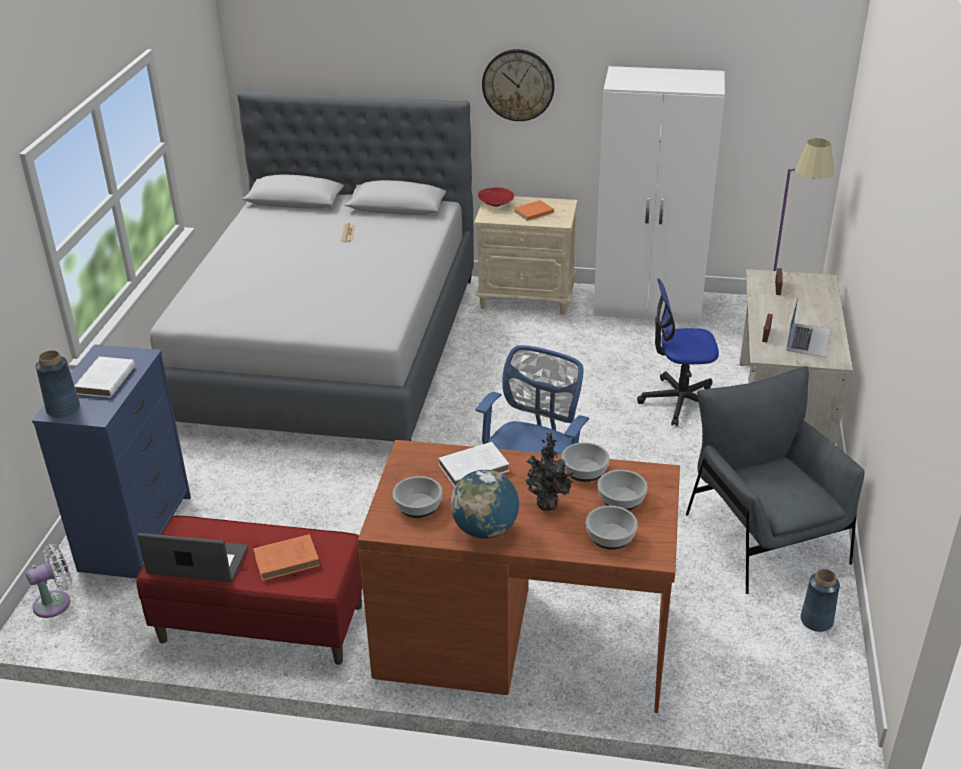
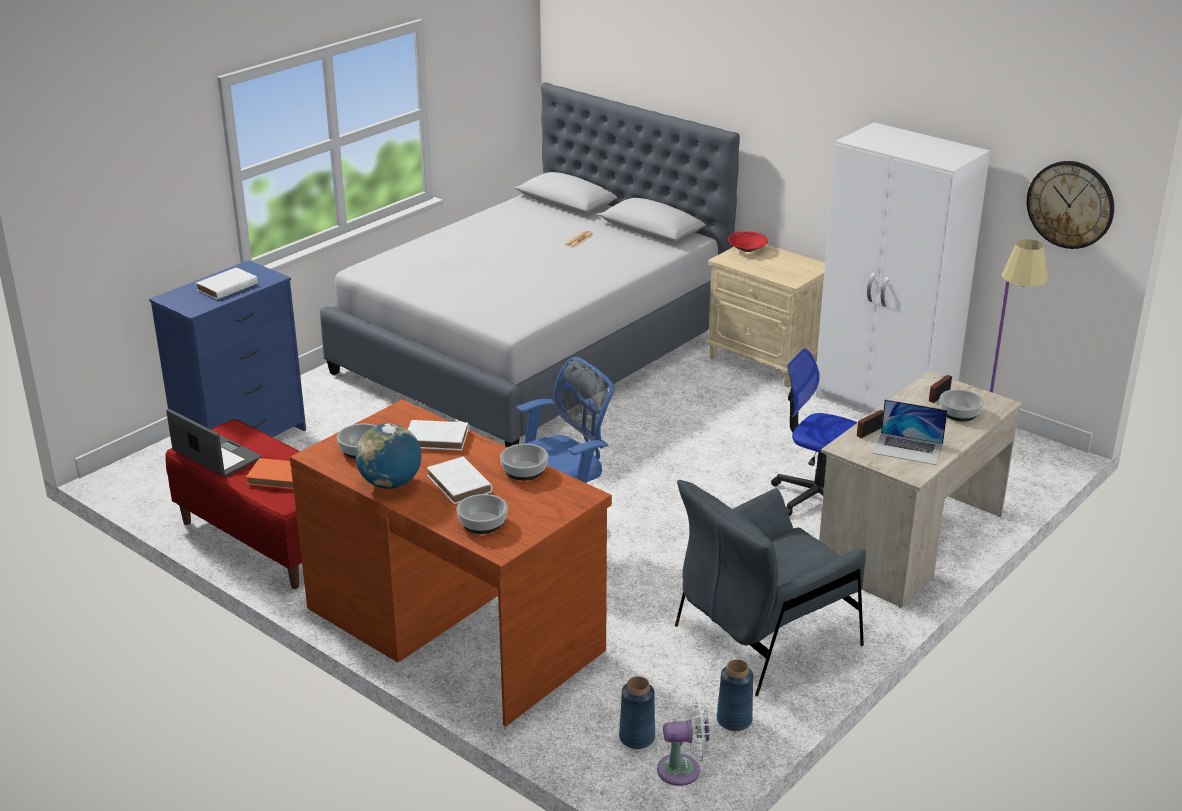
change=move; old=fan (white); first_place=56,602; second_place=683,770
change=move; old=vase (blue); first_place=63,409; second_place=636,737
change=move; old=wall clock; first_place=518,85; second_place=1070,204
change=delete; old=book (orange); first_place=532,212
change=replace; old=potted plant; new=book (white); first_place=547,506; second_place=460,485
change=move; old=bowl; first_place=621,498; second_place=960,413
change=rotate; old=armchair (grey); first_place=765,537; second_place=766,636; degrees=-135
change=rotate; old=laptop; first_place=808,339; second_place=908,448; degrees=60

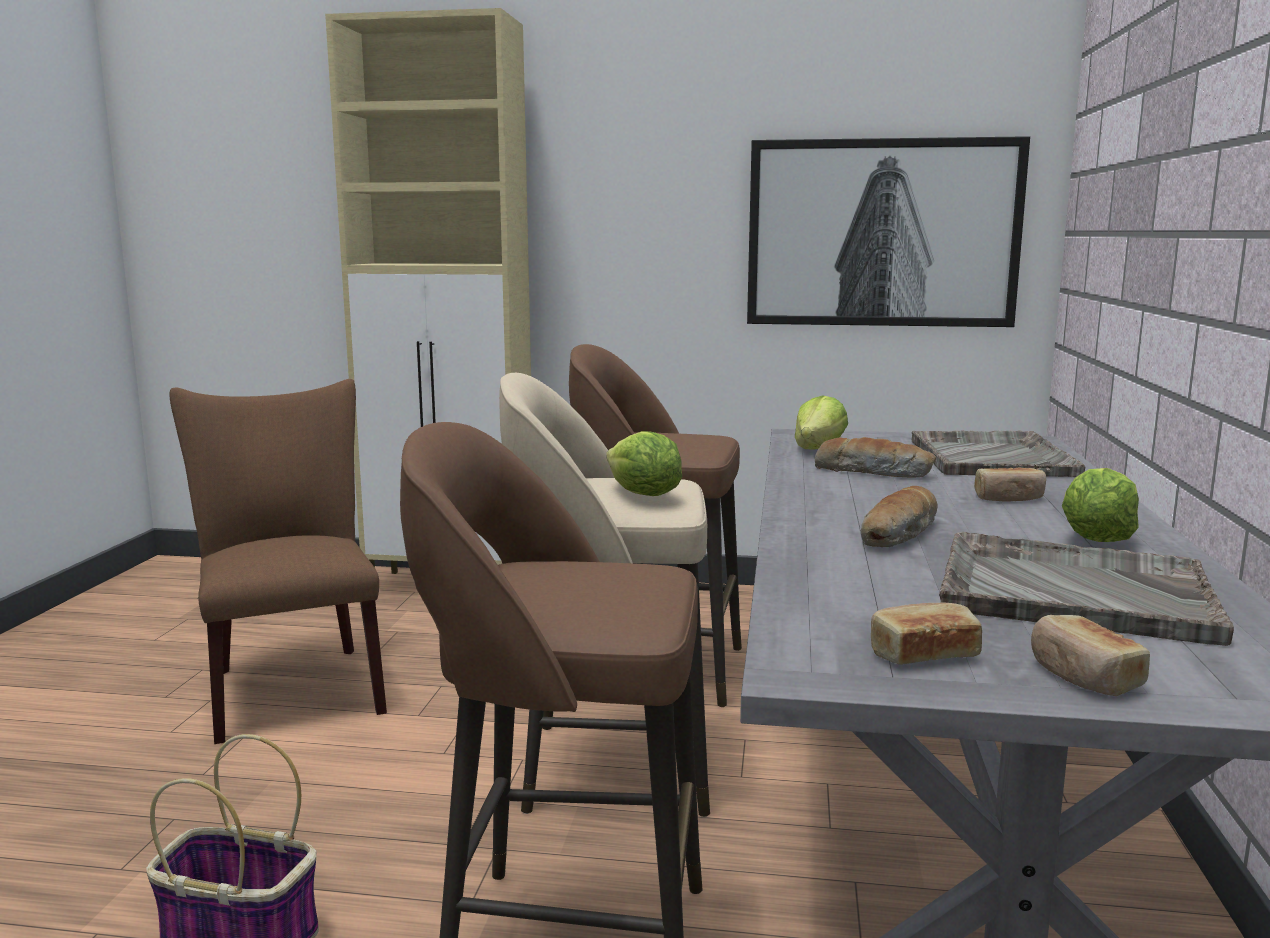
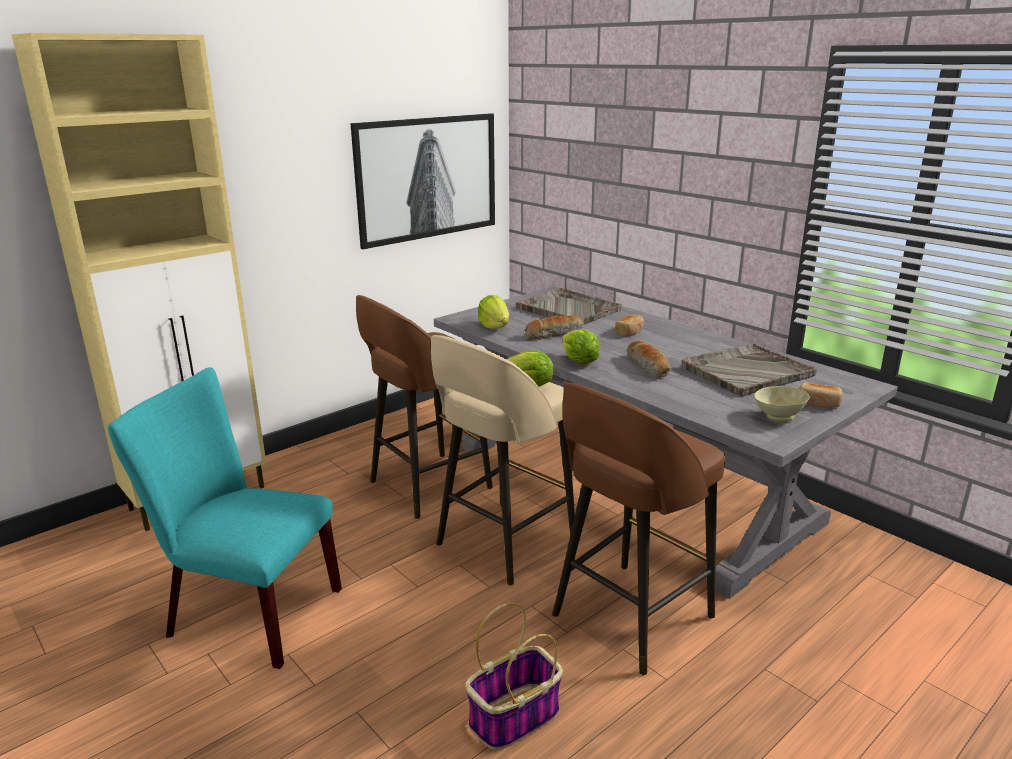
change=recolor; old=chair (brown); new=chair (turquoise); first_place=292,686; second_place=245,611
change=replace; old=bread; new=bowl (beige); first_place=922,655; second_place=778,416
change=move; old=lettuce; first_place=1096,539; second_place=579,362

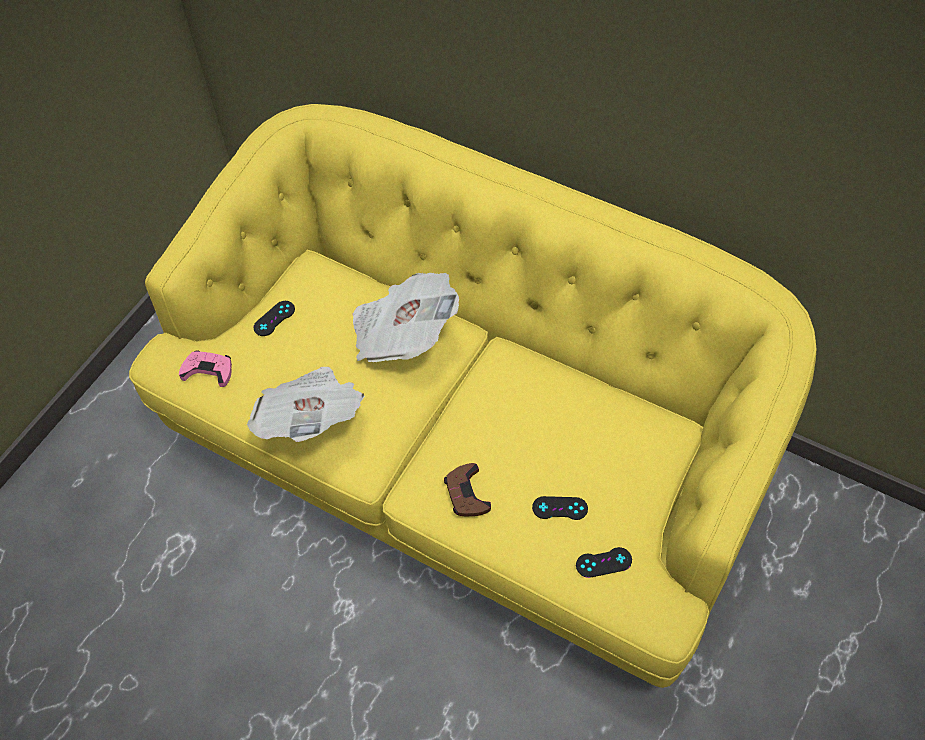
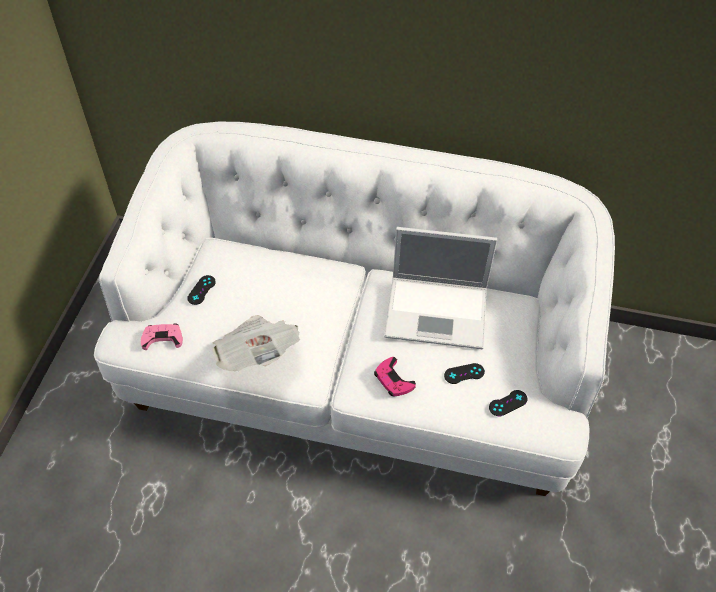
change=recolor; old=sofa (yellow); new=sofa (white); first_place=467,457; second_place=357,372
change=delete; old=newspaper; first_place=403,334
change=recolor; old=game controller (brown); new=game controller (pink); first_place=466,493; second_place=393,380
change=insert; new=laptop; second_place=438,312

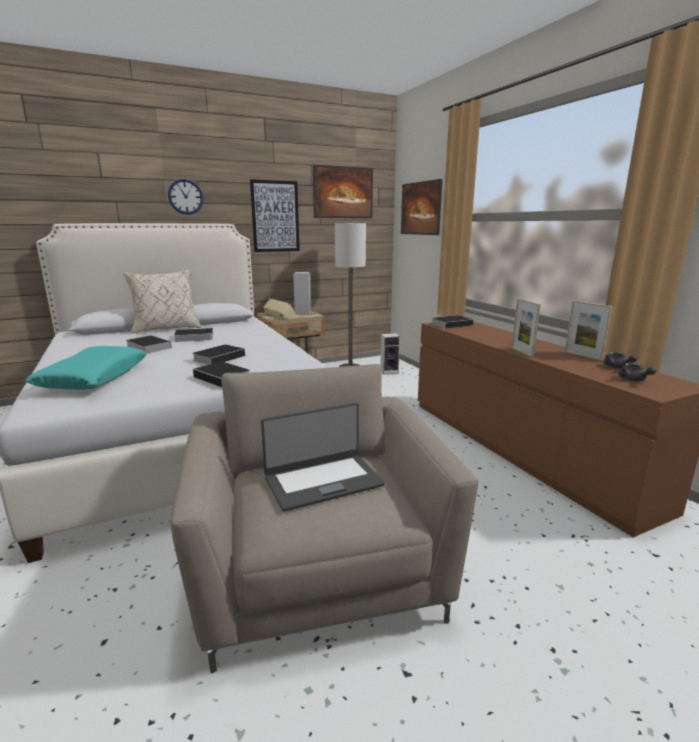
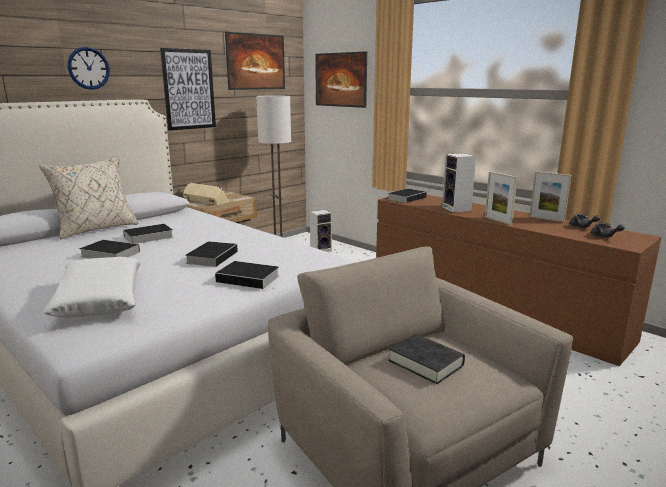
change=recolor; old=pillow (turquoise); new=pillow (white); first_place=94,378; second_place=99,298
change=replace; old=laptop; new=book (black); first_place=323,481; second_place=425,363
change=move; old=speaker; first_place=303,312; second_place=457,209

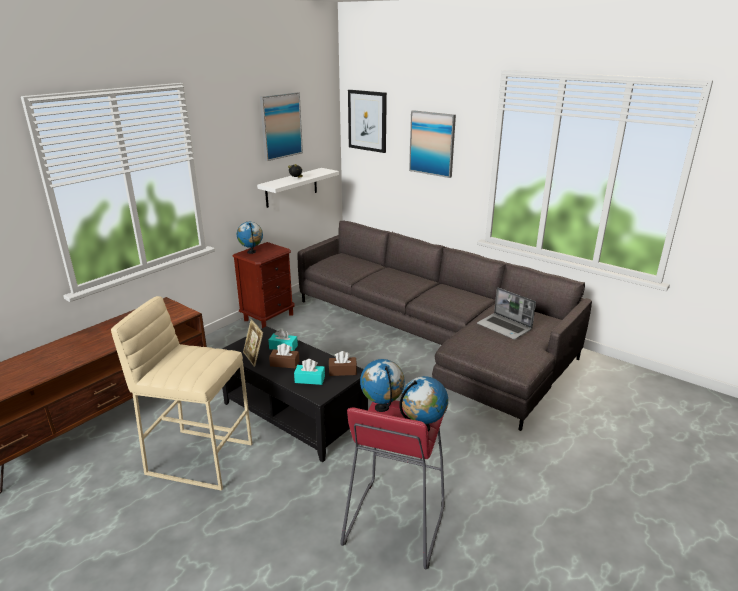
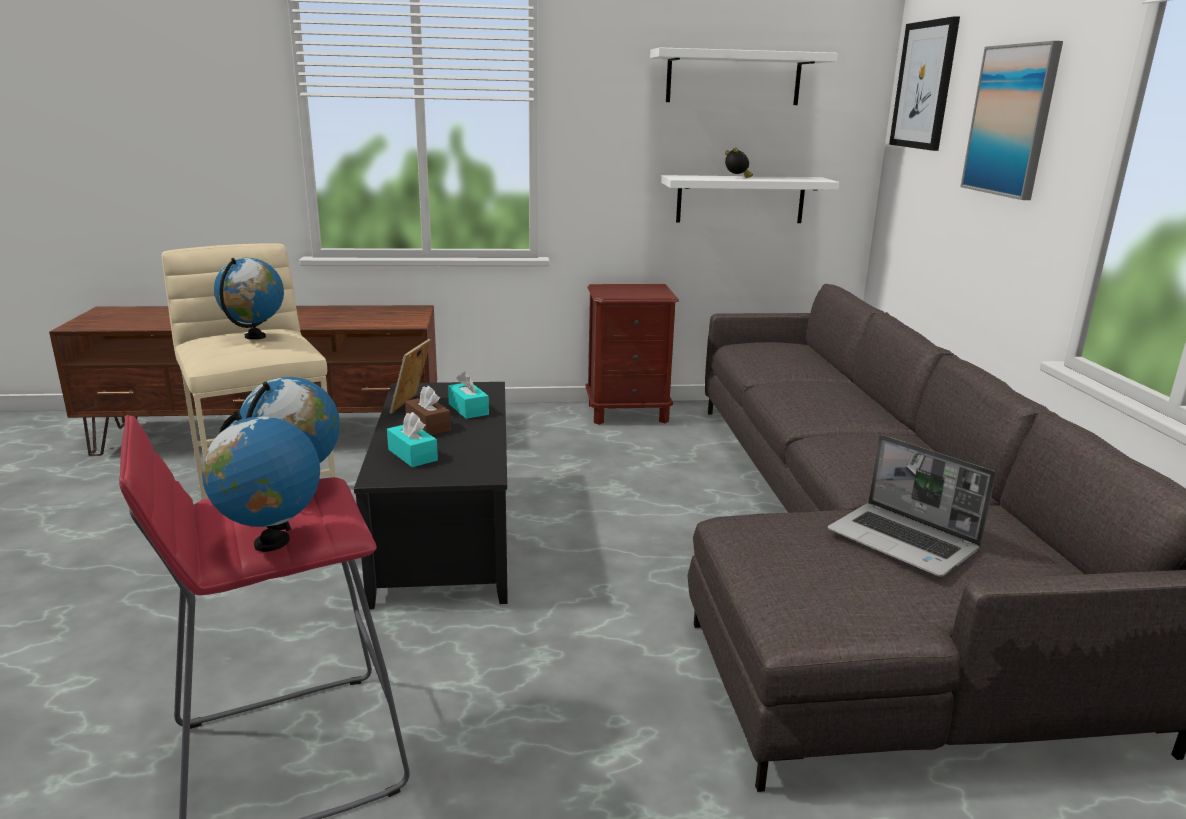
change=move; old=globe; first_place=251,252; second_place=255,337
change=replace; old=picture; new=shelf (white); first_place=281,126; second_place=733,78
change=delete; old=tissue box (brown); first_place=342,371
change=rotate; old=laptop; first_place=505,327; second_place=904,541; degrees=-45

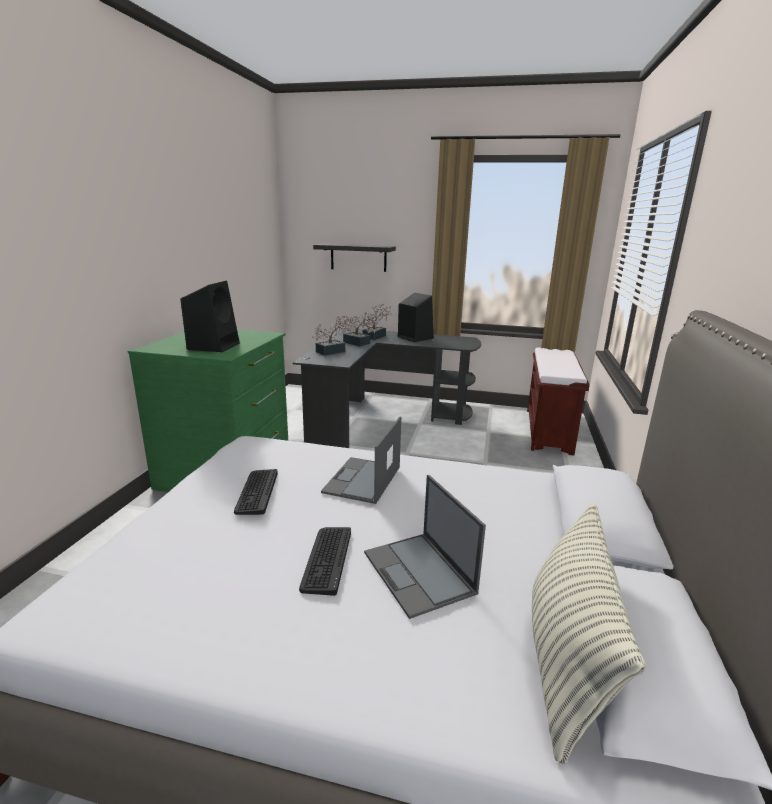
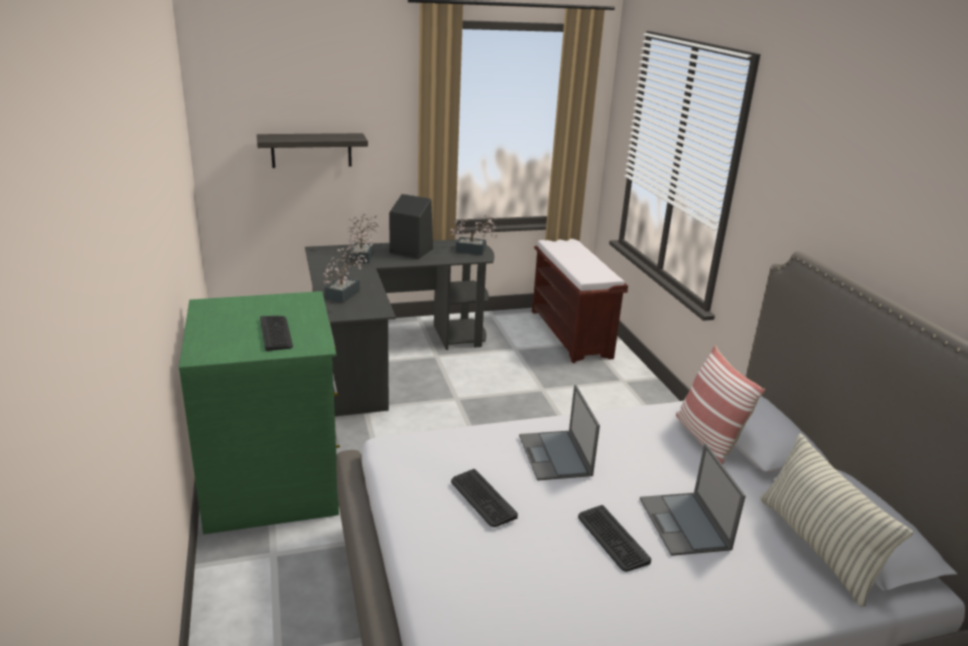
change=replace; old=speaker (black); new=keyboard; first_place=214,346; second_place=276,333
change=move; old=potted plant; first_place=358,343; second_place=474,251
change=rotate; old=laptop; first_place=419,573; second_place=685,524; degrees=45
change=insert; new=pillow; second_place=707,438

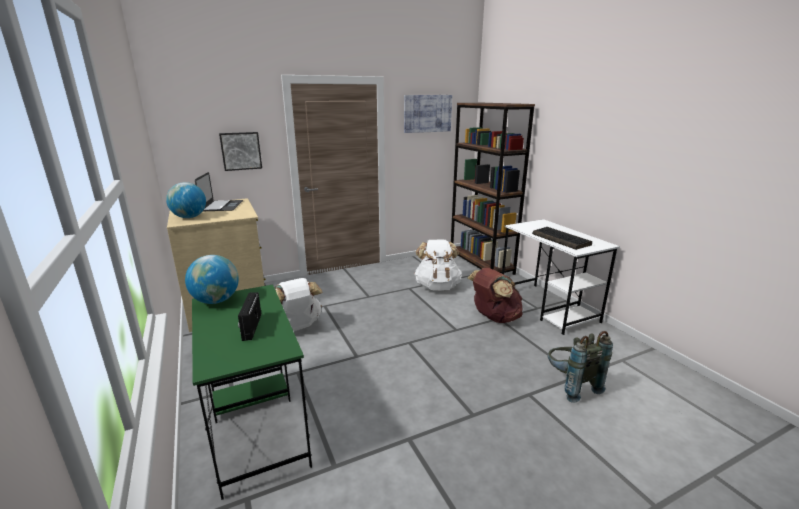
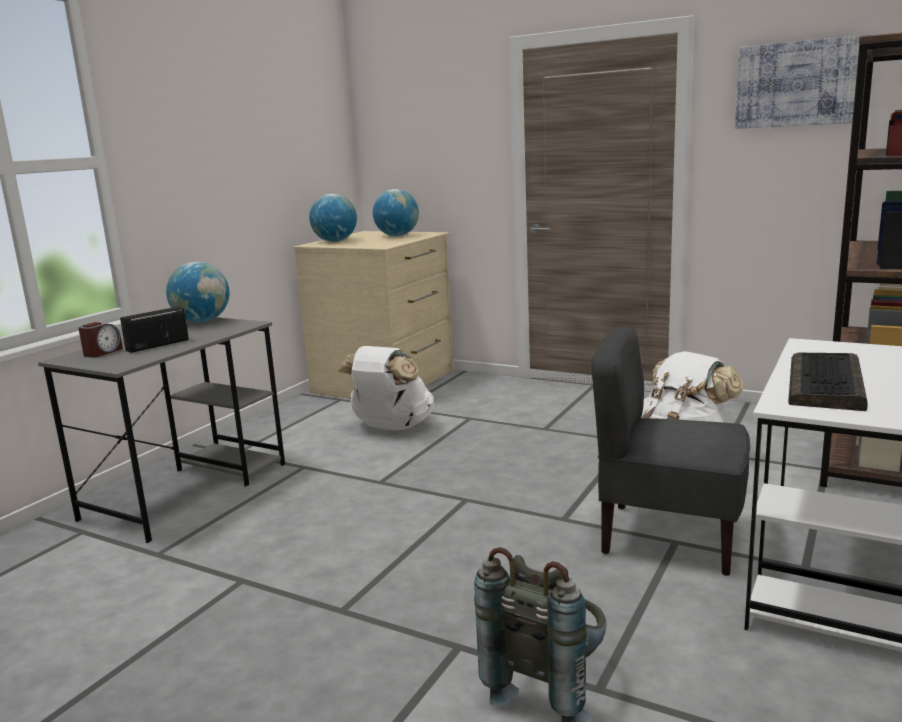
change=recolor; old=desk (green); new=desk (grey); first_place=257,426; second_place=188,490
change=replace; old=laptop; new=globe; first_place=222,206; second_place=397,236
change=delete; old=picture; first_place=241,151
change=replace; old=backpack (brown); new=chair (grey); first_place=494,318; second_place=668,537
change=insert; new=alarm clock; second_place=102,352

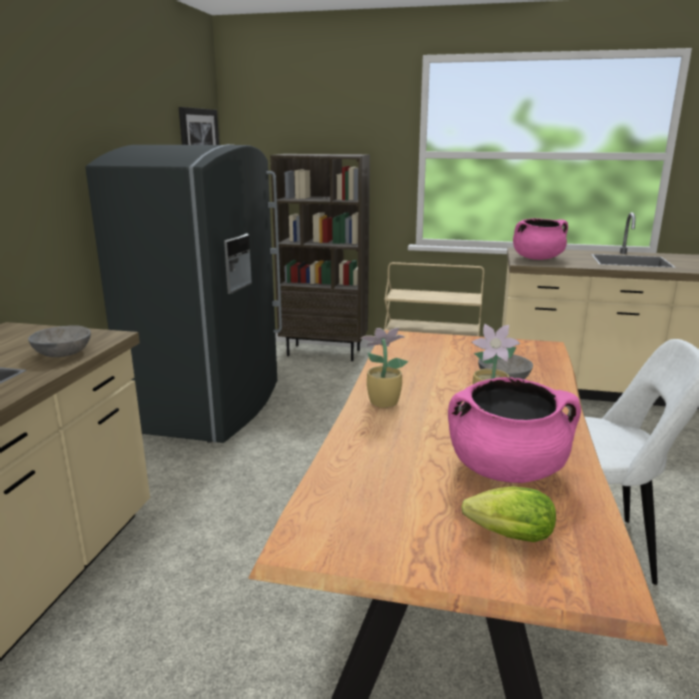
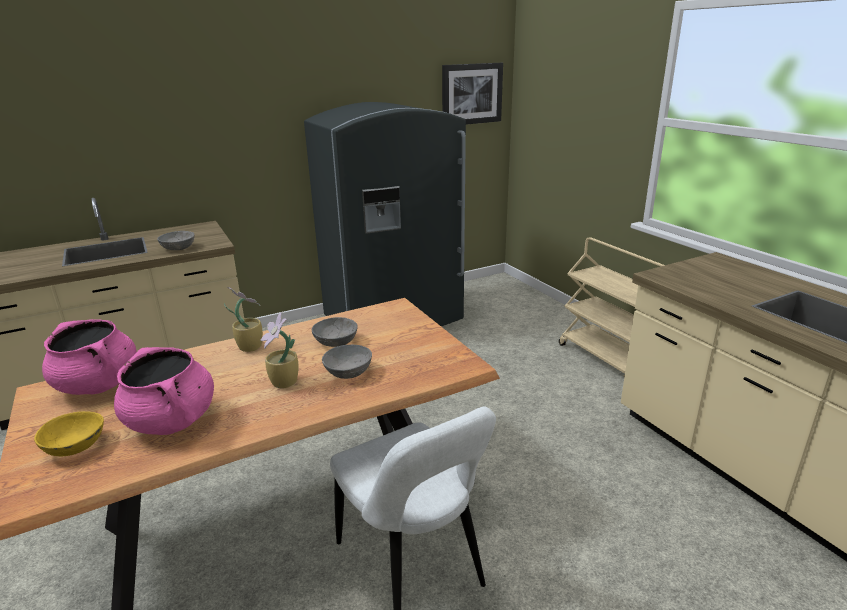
change=delete; old=bookcase (brown); first_place=324,352
change=replace; old=lettuce; new=bowl (yellow); first_place=505,536; second_place=74,446
change=move; old=cooking pot (pink); first_place=537,258; second_place=99,385
change=insert; new=bowl (grey); second_place=335,341

